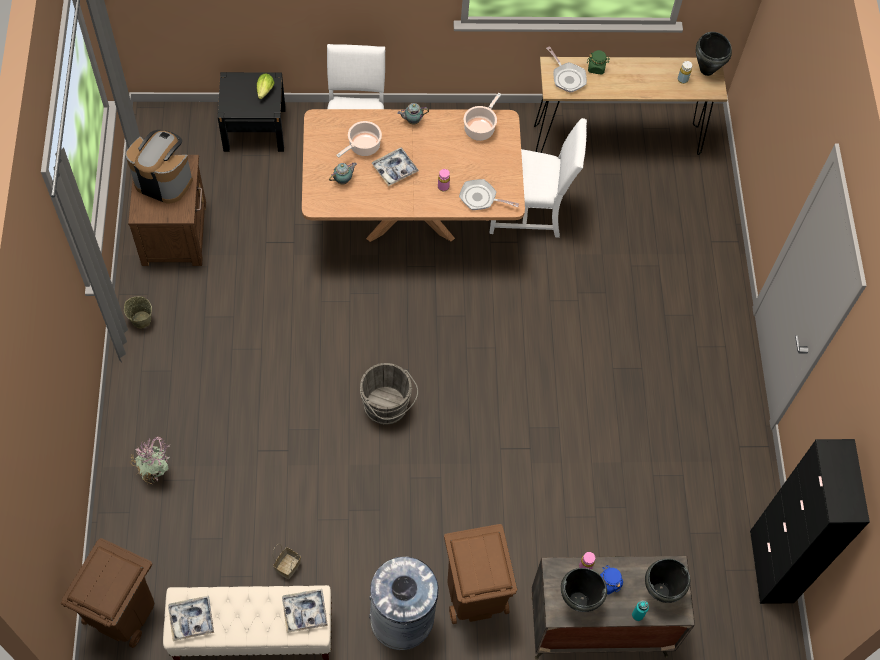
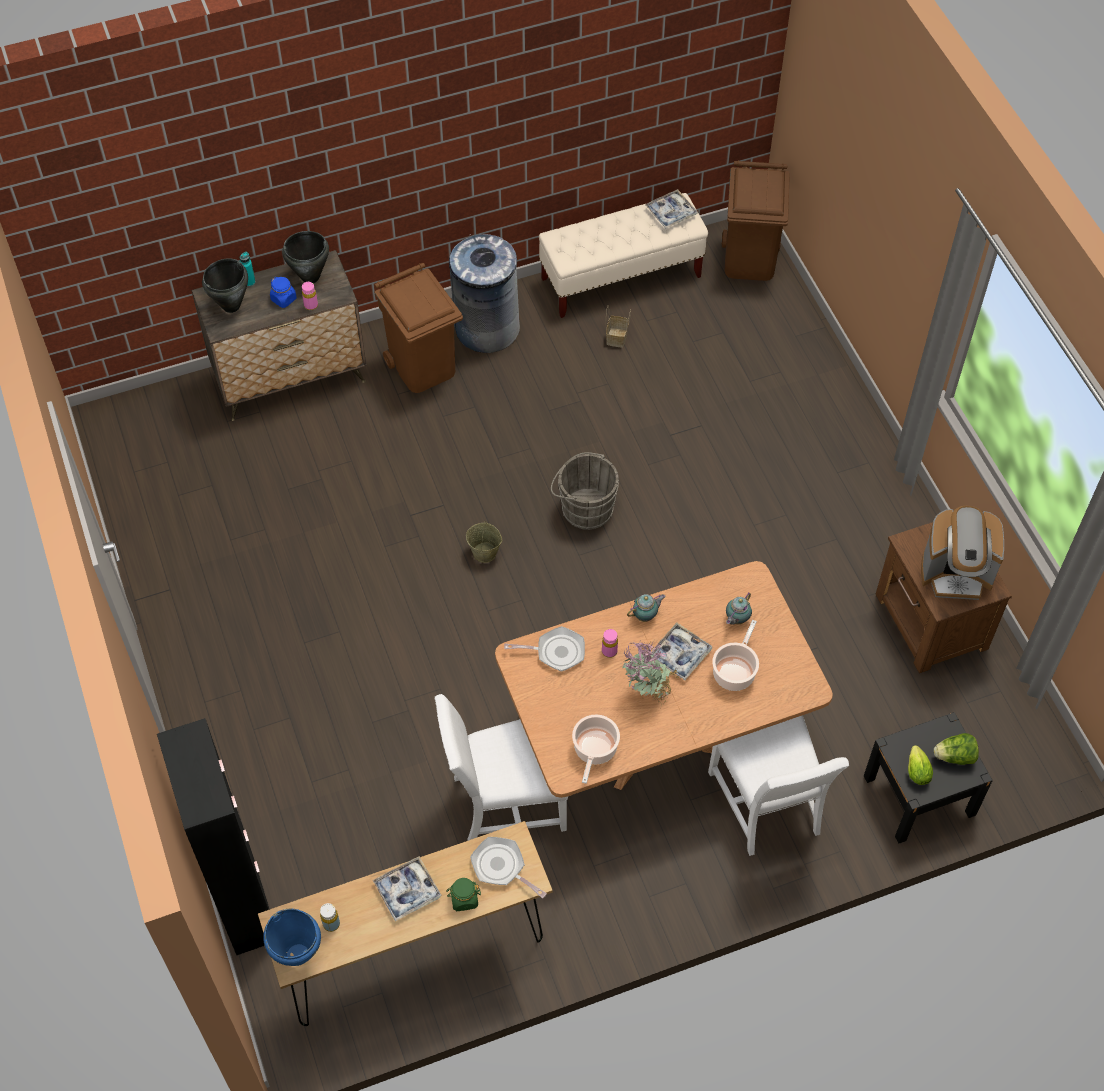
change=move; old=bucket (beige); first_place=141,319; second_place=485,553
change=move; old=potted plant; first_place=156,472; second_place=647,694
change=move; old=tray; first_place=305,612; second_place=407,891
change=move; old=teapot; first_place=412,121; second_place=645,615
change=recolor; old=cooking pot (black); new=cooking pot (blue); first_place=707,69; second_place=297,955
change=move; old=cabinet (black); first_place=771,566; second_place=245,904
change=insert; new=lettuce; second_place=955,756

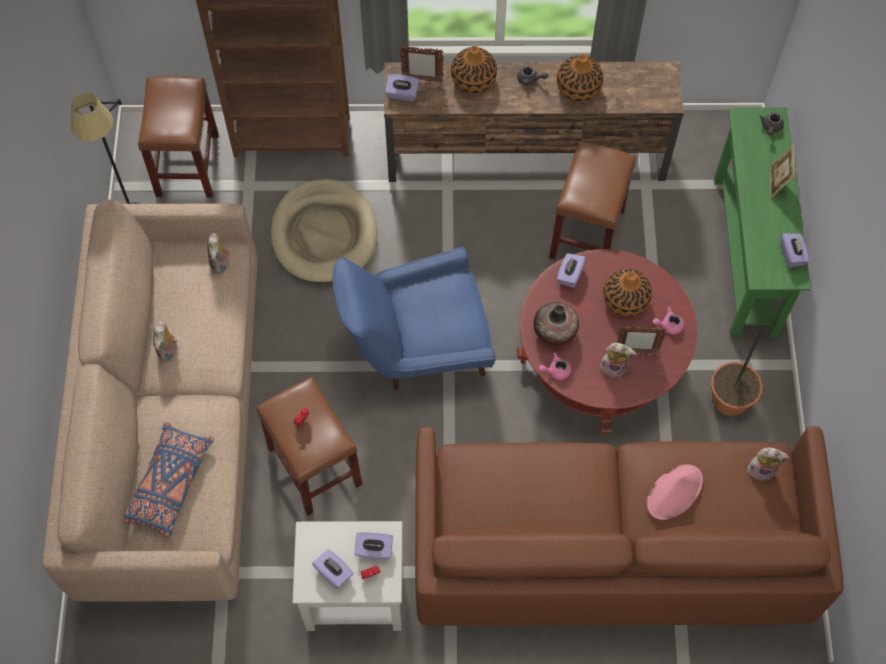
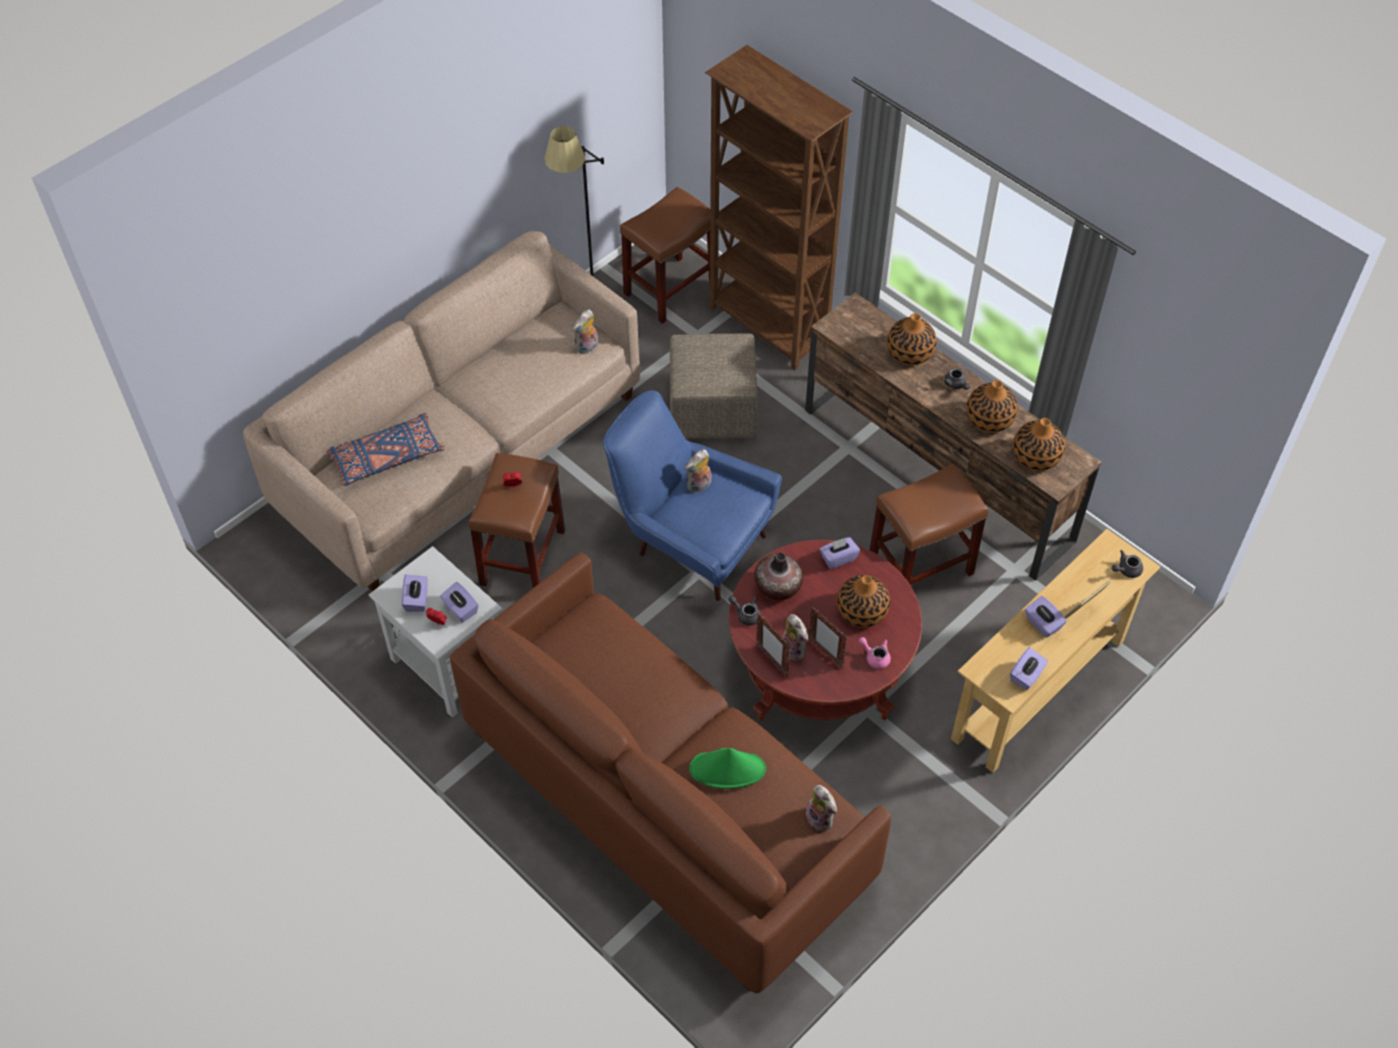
change=move; old=plush toy; first_place=169,351; second_place=699,486
change=replace; old=dog bed (beige); new=ottoman (beige); first_place=324,234; second_place=713,409
change=move; old=tissue box (purple); first_place=402,94; second_place=1042,624
change=move; old=picture frame; first_place=422,80; second_place=771,661
change=recolor; old=teapot (pink); new=teapot (grey); first_place=556,370; second_place=746,614
change=recolor; old=hat (pink); new=hat (green); first_place=674,492; second_place=728,769
change=delete; old=potted plant; first_place=730,399
change=recolor; old=console table (green); new=console table (beige); first_place=745,255; second_place=1039,690
change=insert; new=vase; second_place=1035,456

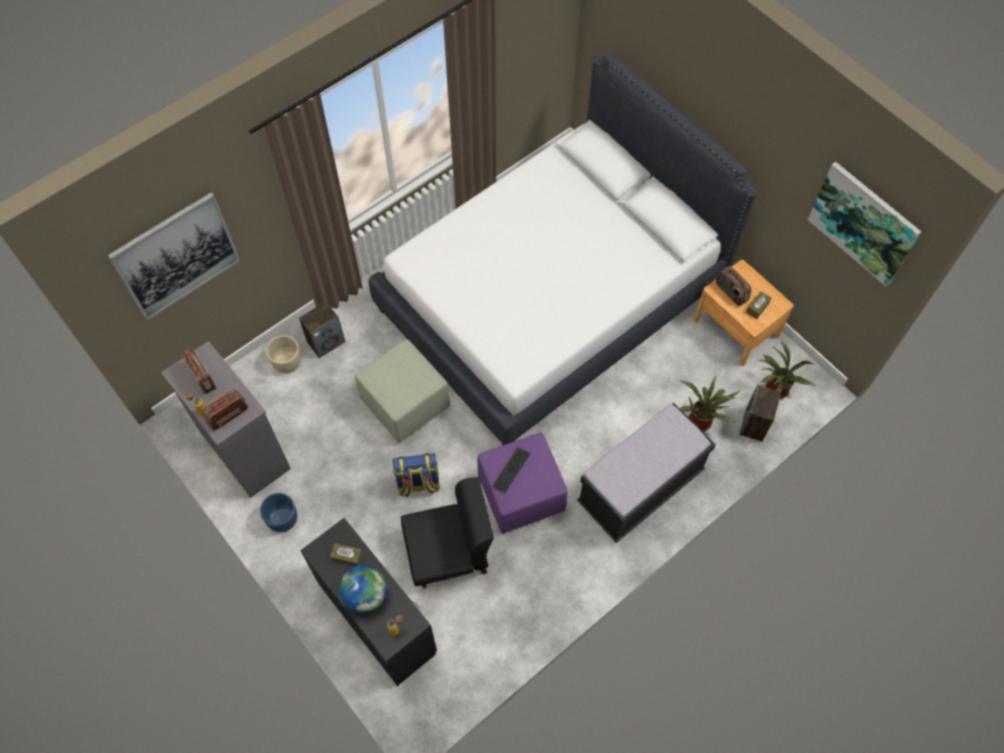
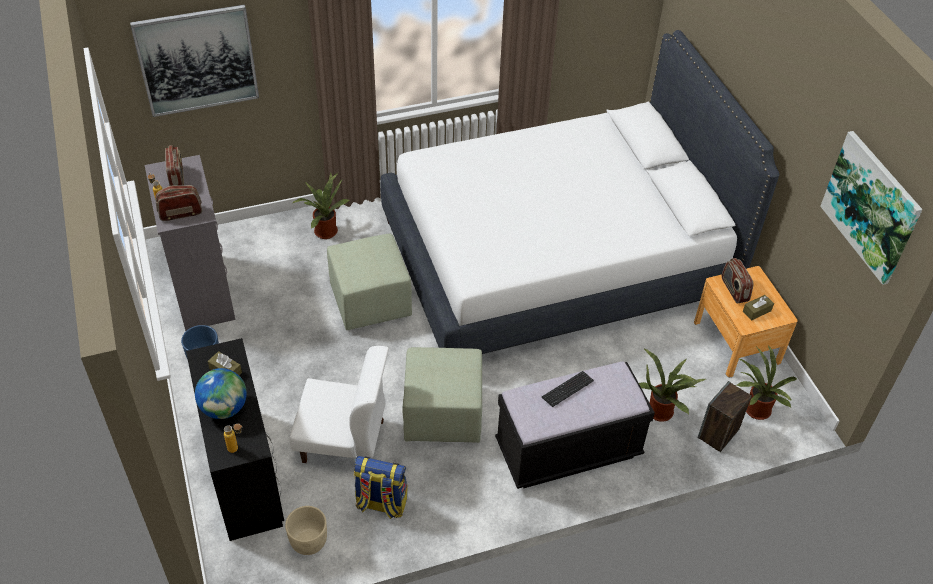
change=move; old=planter (beige); first_place=287,362; second_place=308,540
change=replace; old=speaker; new=potted plant; first_place=326,342; second_place=324,230
change=move; old=backpack; first_place=418,484; second_place=381,503
change=recolor; old=chair (black); new=chair (white); first_place=449,553; second_place=344,441
change=recolor; old=ottoman (purple); new=ottoman (green); first_place=522,493; second_place=444,414
change=move; old=keyboard; first_place=511,470; second_place=567,389

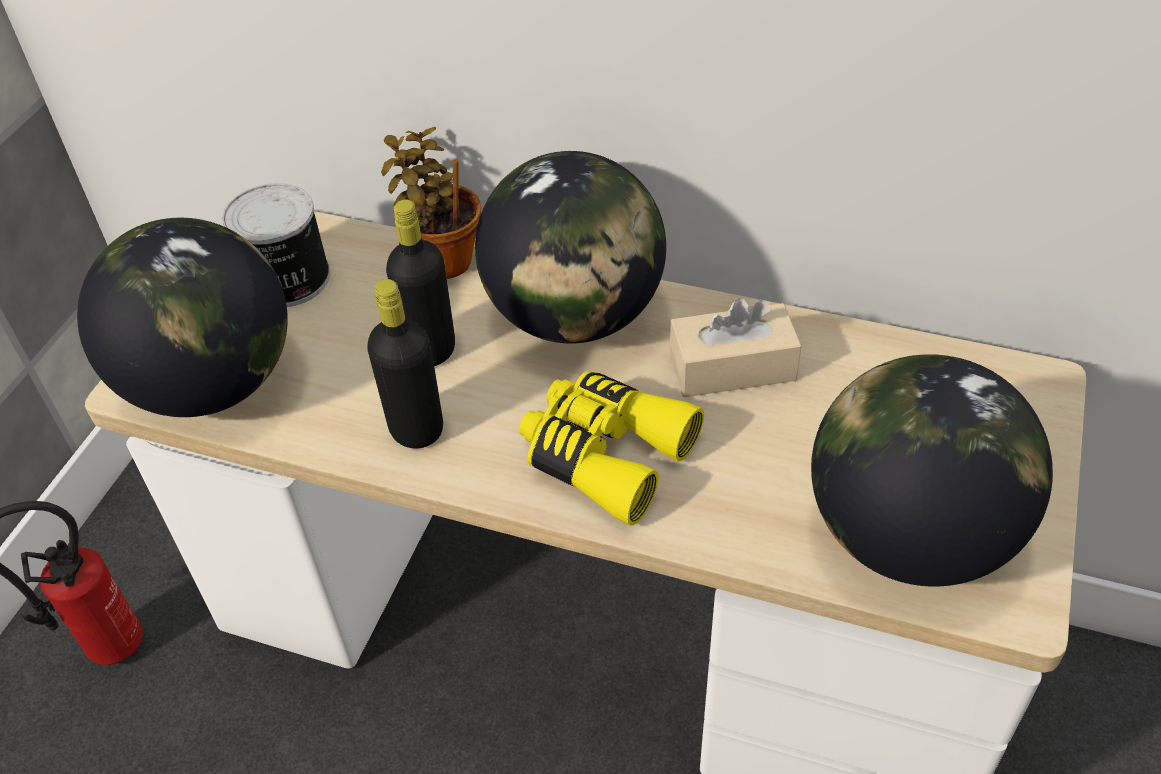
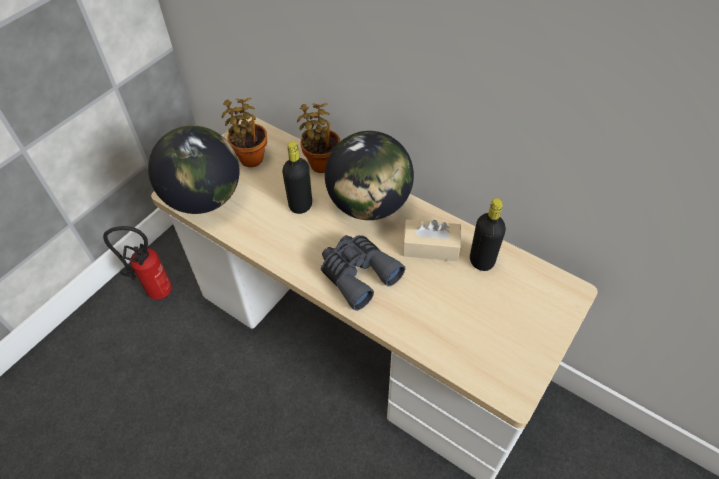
change=replace; old=can; new=potted plant; first_place=286,280; second_place=251,157
change=move; old=bottle (black); first_place=416,429; second_place=481,261
change=recolor; old=binoculars (yellow); new=binoculars (grey); first_place=605,454; second_place=358,274
change=delete; old=globe; first_place=909,536

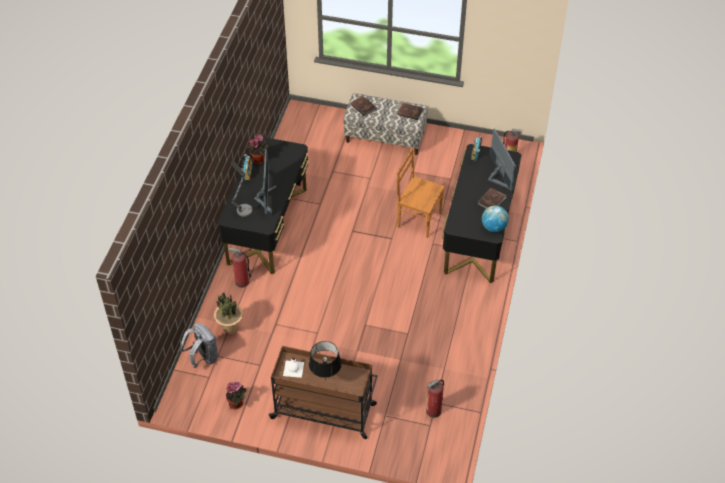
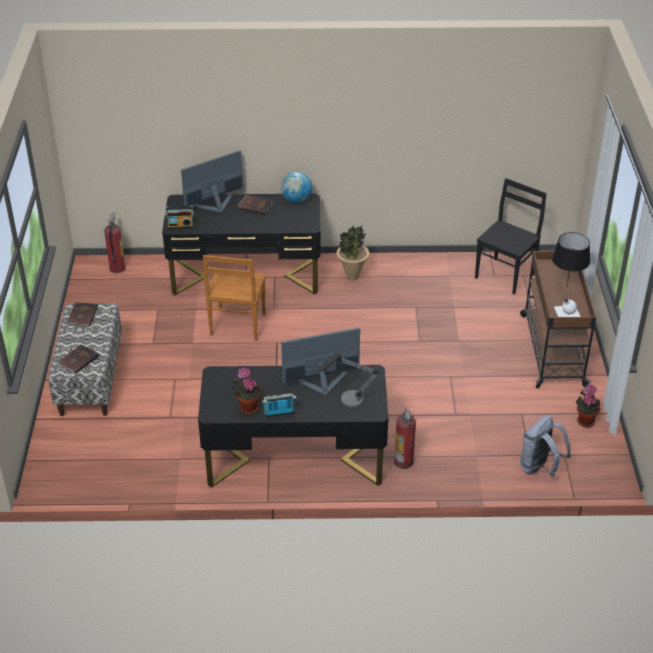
change=move; old=potted plant; first_place=230,330; second_place=352,277
change=replace; old=fire extinguisher; new=chair (black); first_place=433,411; second_place=505,275

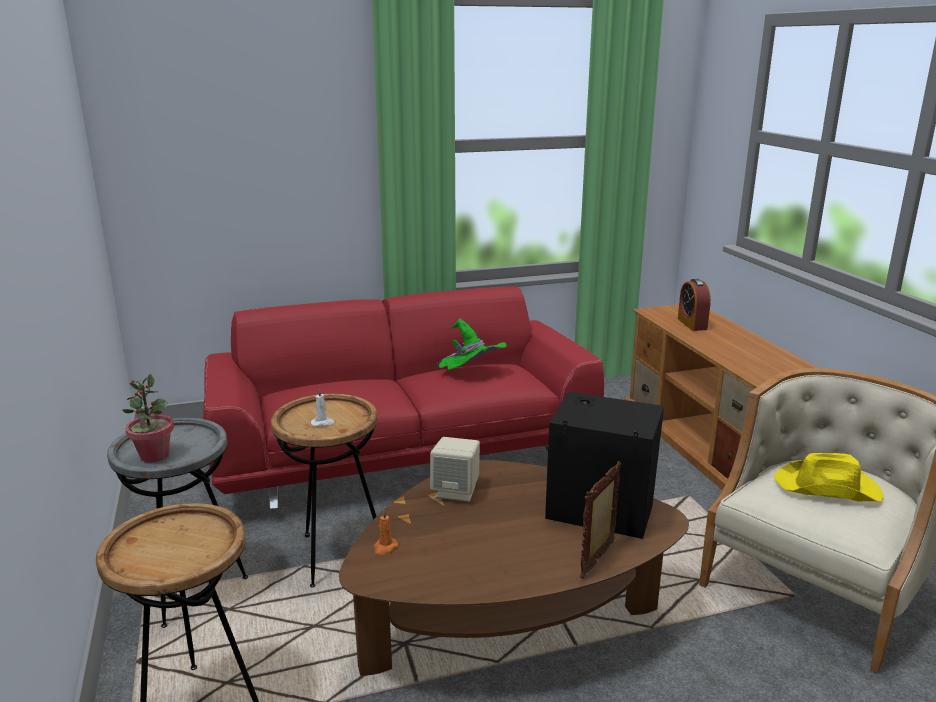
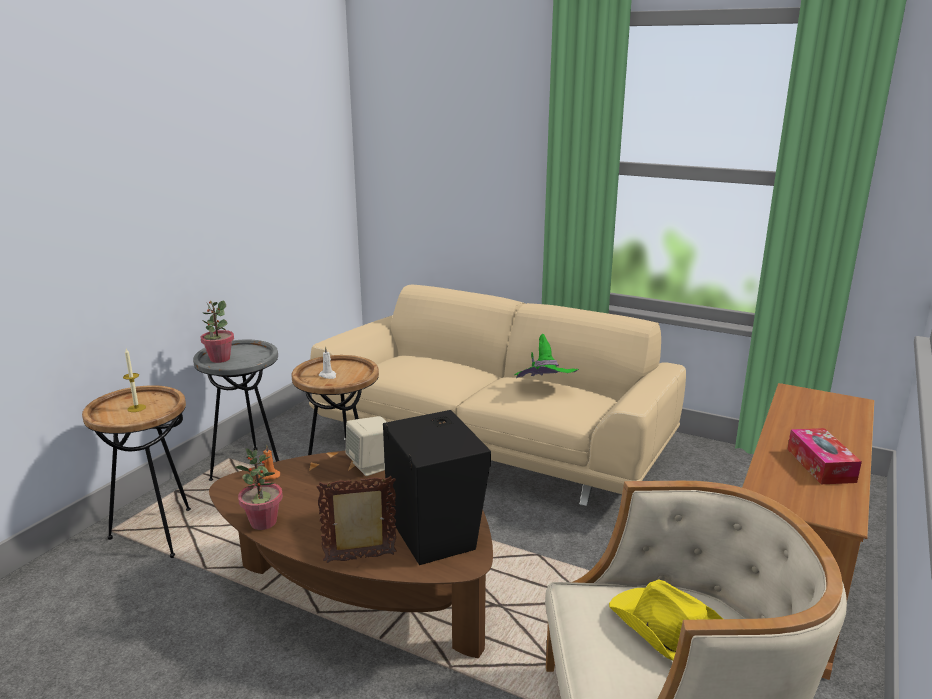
change=recolor; old=sofa (red); new=sofa (beige); first_place=403,453; second_place=495,445
change=delete; old=alarm clock; first_place=692,324
change=insert; new=candle; second_place=136,408
change=insert; new=potted plant; second_place=263,522
change=insert; new=tissue box; second_place=820,465

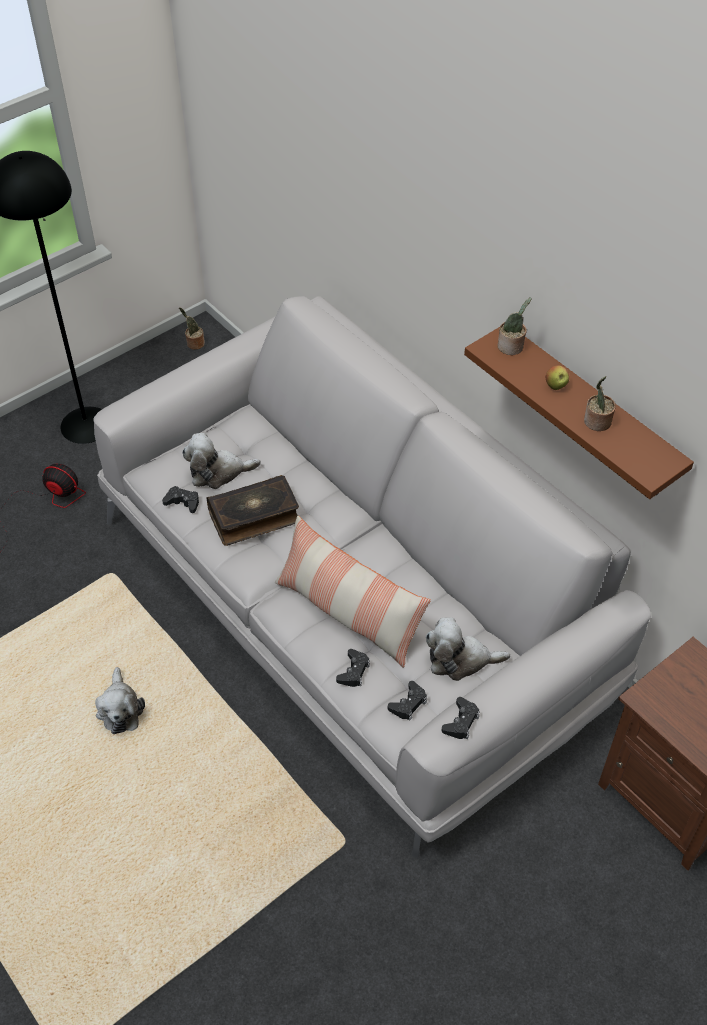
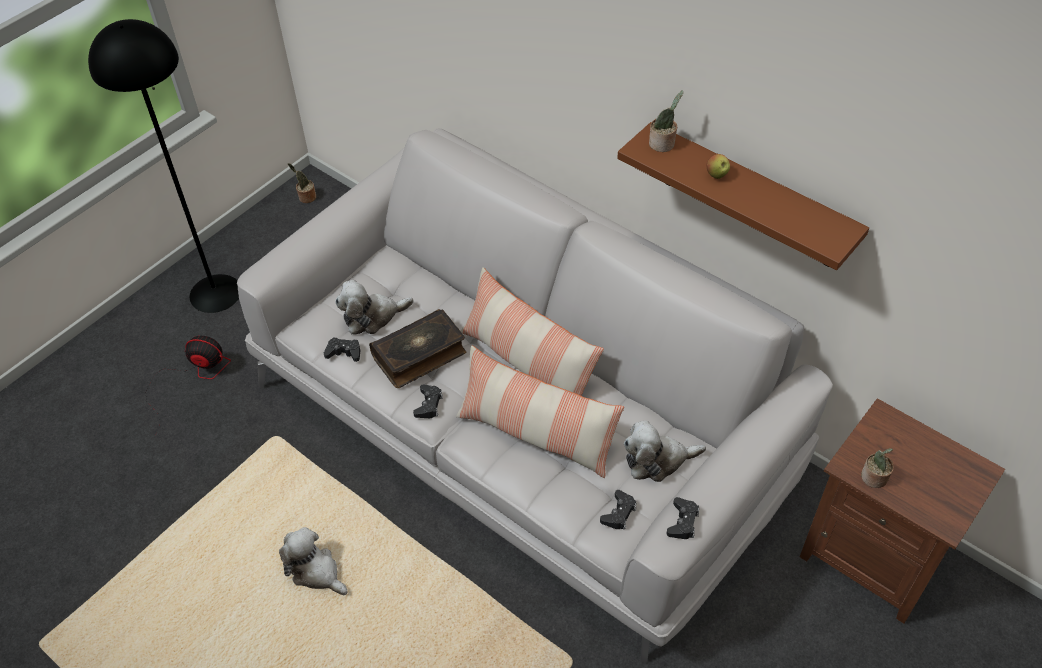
change=rotate; old=plush toy; first_place=120,709; second_place=315,571; degrees=150
change=move; old=game controller (black); first_place=353,671; second_place=428,404
change=move; old=potted plant; first_place=596,422; second_place=874,478
change=insert; new=pillow; second_place=528,361

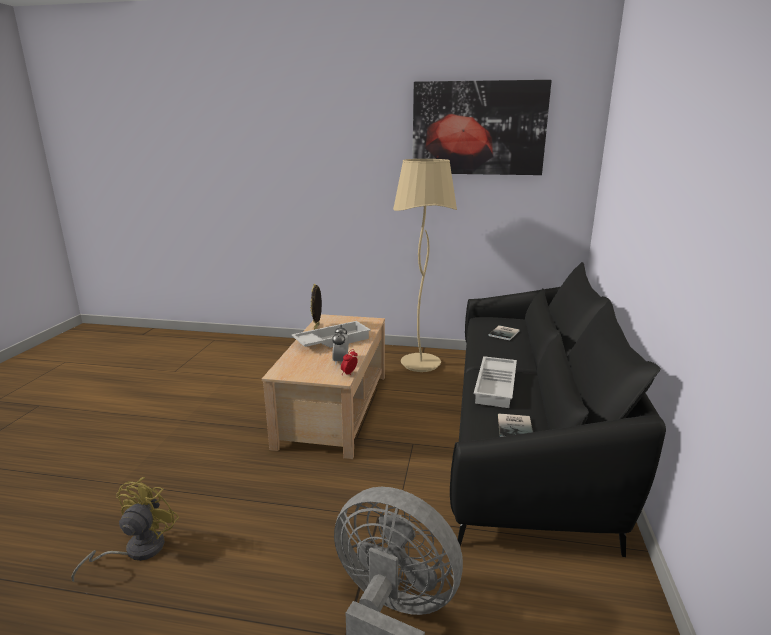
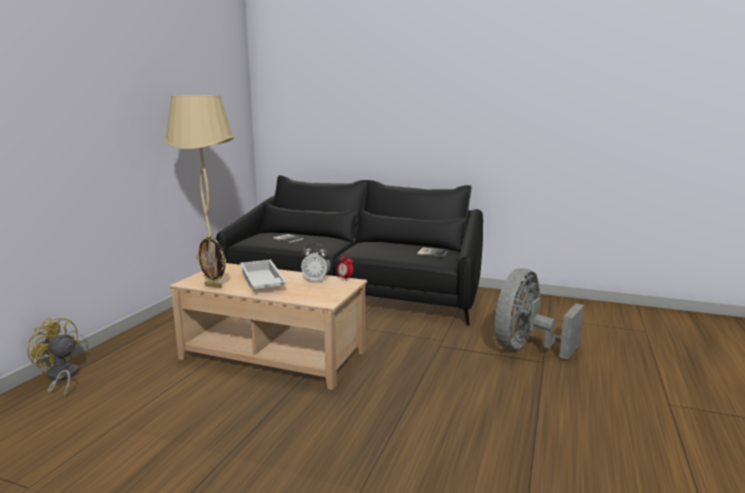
change=move; old=fan (yellow); first_place=136,550; second_place=61,377
change=delete; old=picture; first_place=478,128
change=delete; old=tray (white); first_place=497,386

